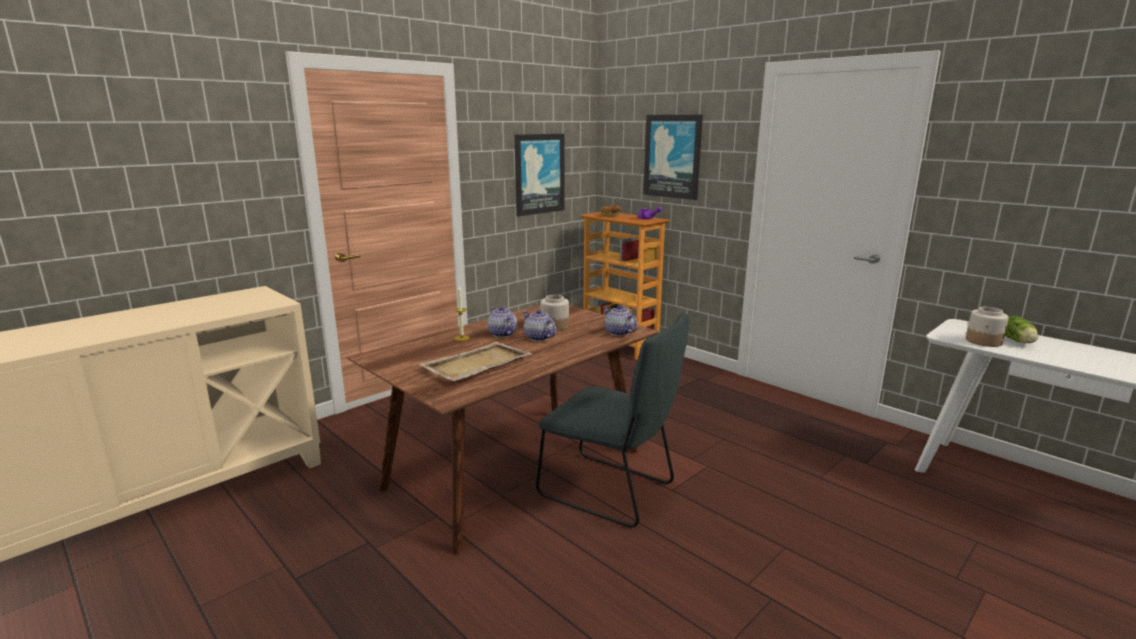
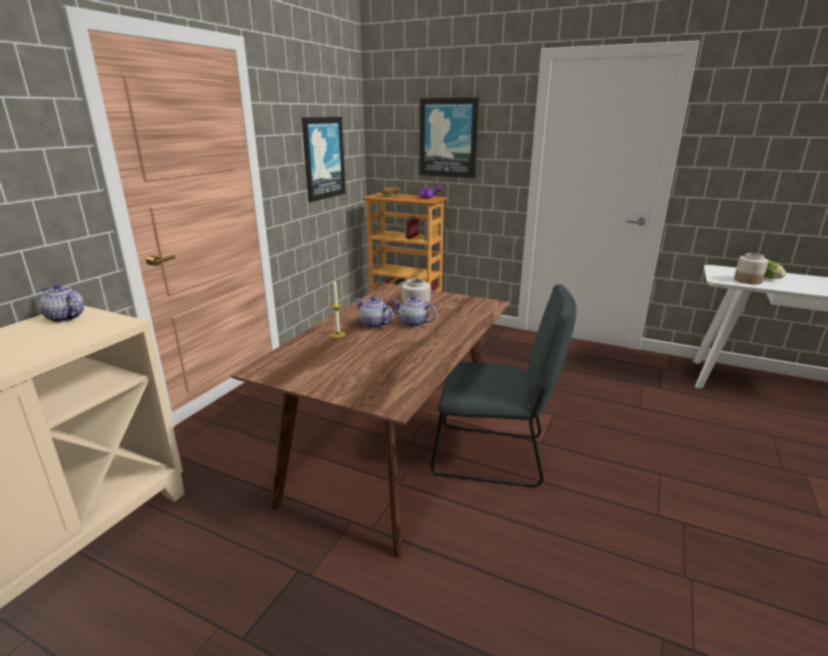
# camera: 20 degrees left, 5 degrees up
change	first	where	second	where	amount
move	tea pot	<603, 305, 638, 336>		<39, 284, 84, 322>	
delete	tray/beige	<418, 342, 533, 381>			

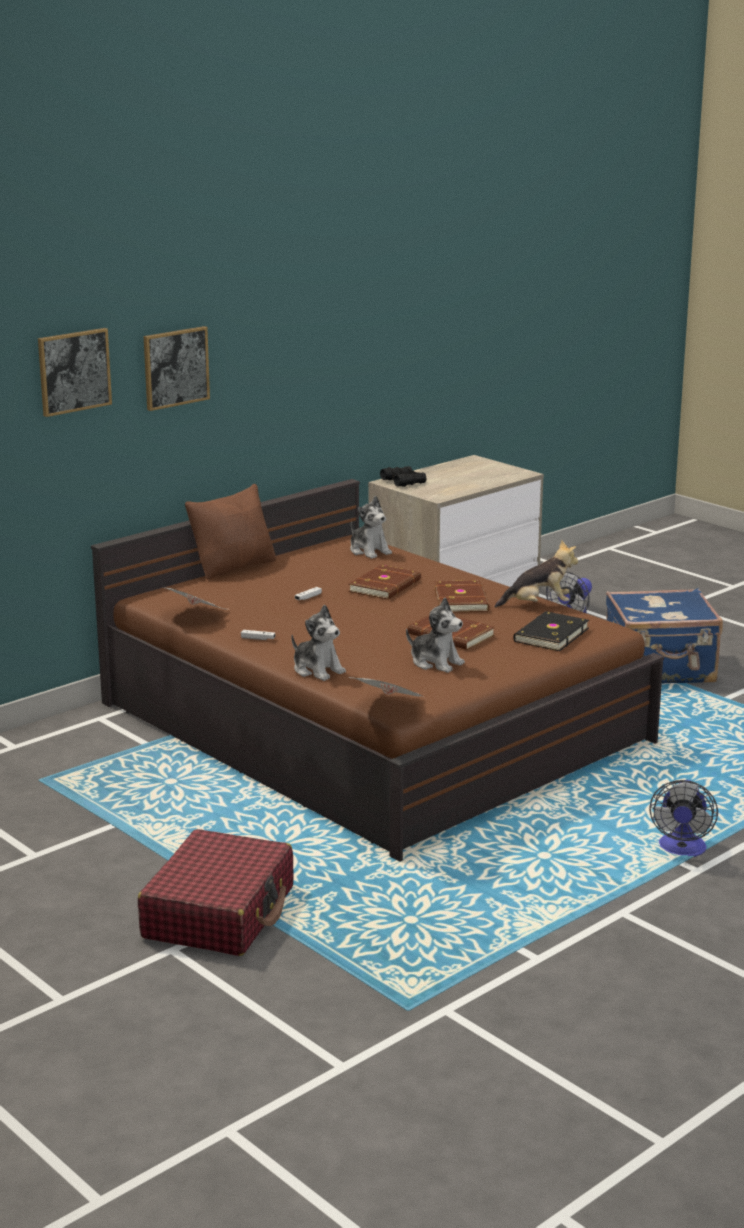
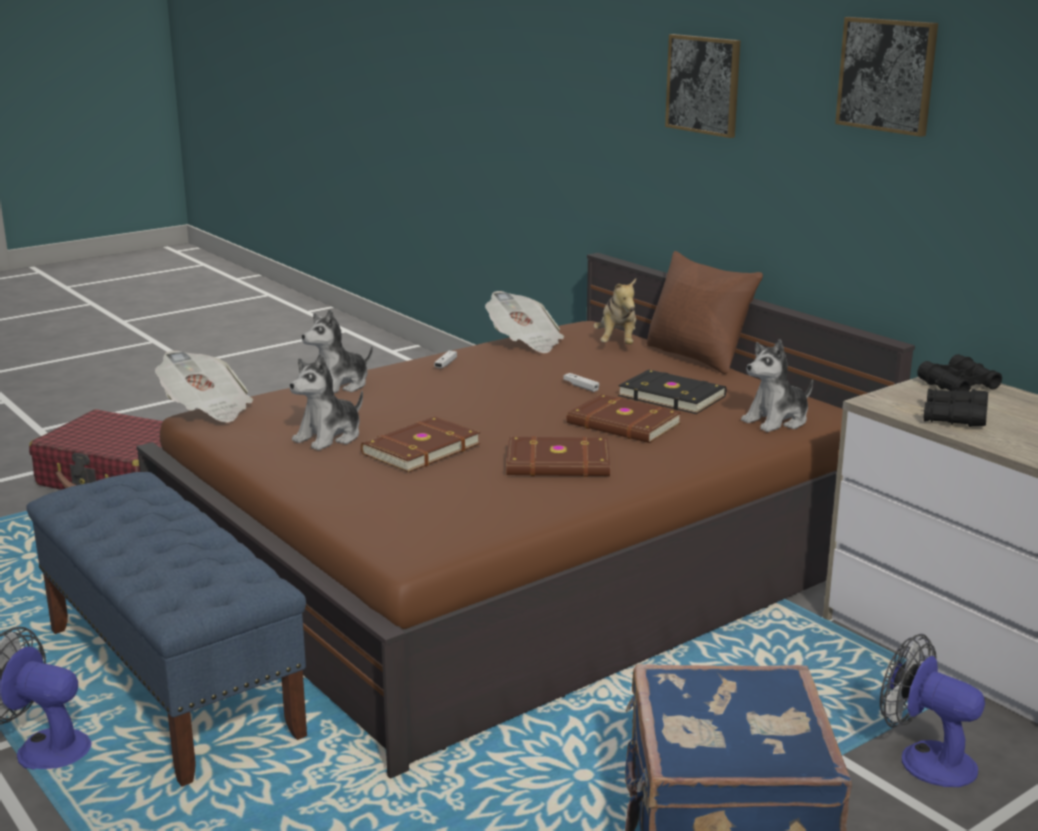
# camera: 95 degrees right, 0 degrees up
change	first	where	second	where	amount
insert			indoor bench/blue	<27, 472, 307, 787>	
move	soft toy	<495, 540, 578, 608>		<593, 279, 636, 344>	
move	volume/black	<513, 611, 589, 651>		<618, 369, 726, 414>	
move	picture	<38, 328, 112, 417>		<835, 17, 938, 137>	
insert			pair of binoculars/black	<924, 389, 988, 427>	

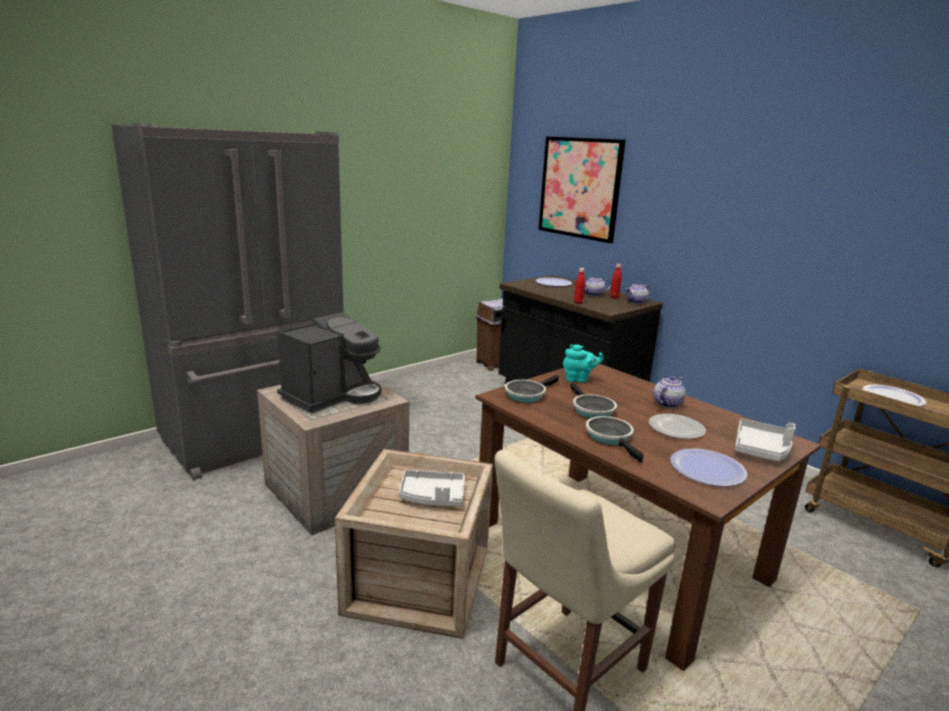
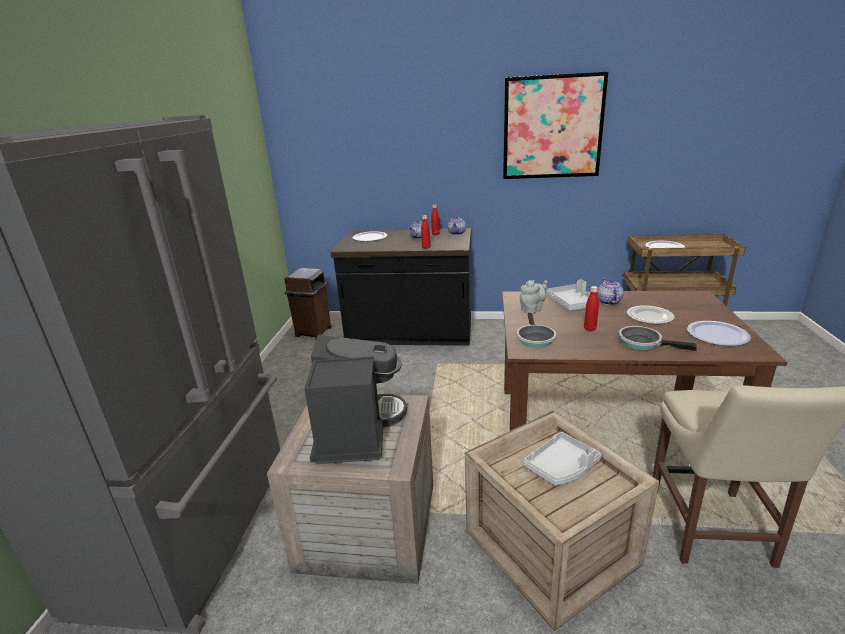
# camera: 40 degrees left, 5 degrees up
change	first	where	second	where	amount
move	picture	<538, 136, 626, 243>		<503, 71, 609, 179>	
recolor	tea pot/blue-green	<563, 344, 604, 382>	tea pot/gray	<520, 280, 547, 314>	
move	tray/gray	<735, 419, 796, 461>		<546, 279, 590, 311>	
replace	frying pan	<570, 382, 617, 419>	drink bottle/red	<584, 286, 599, 331>	

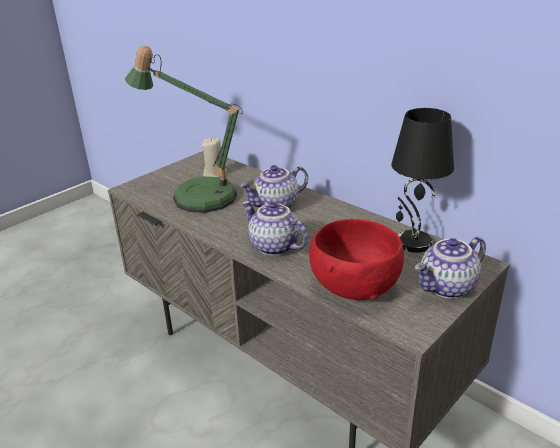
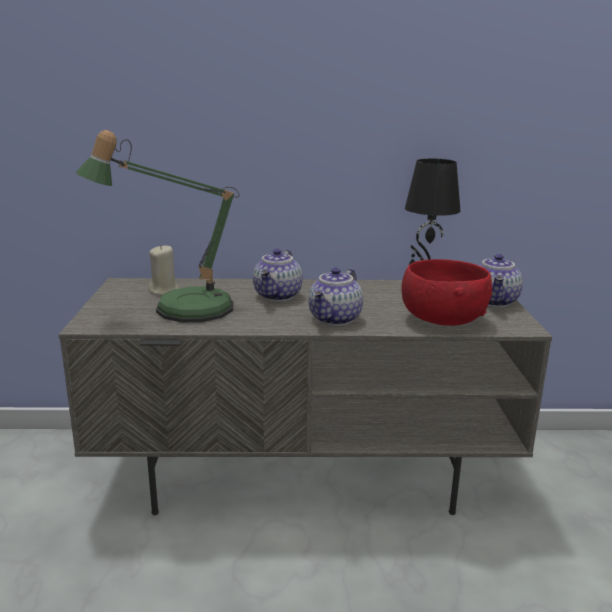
# camera: 45 degrees left, 10 degrees down
change	first	where	second	where	amount
rotate	tea pot	<242, 201, 308, 256>		<308, 268, 363, 326>	60 degrees counterclockwise

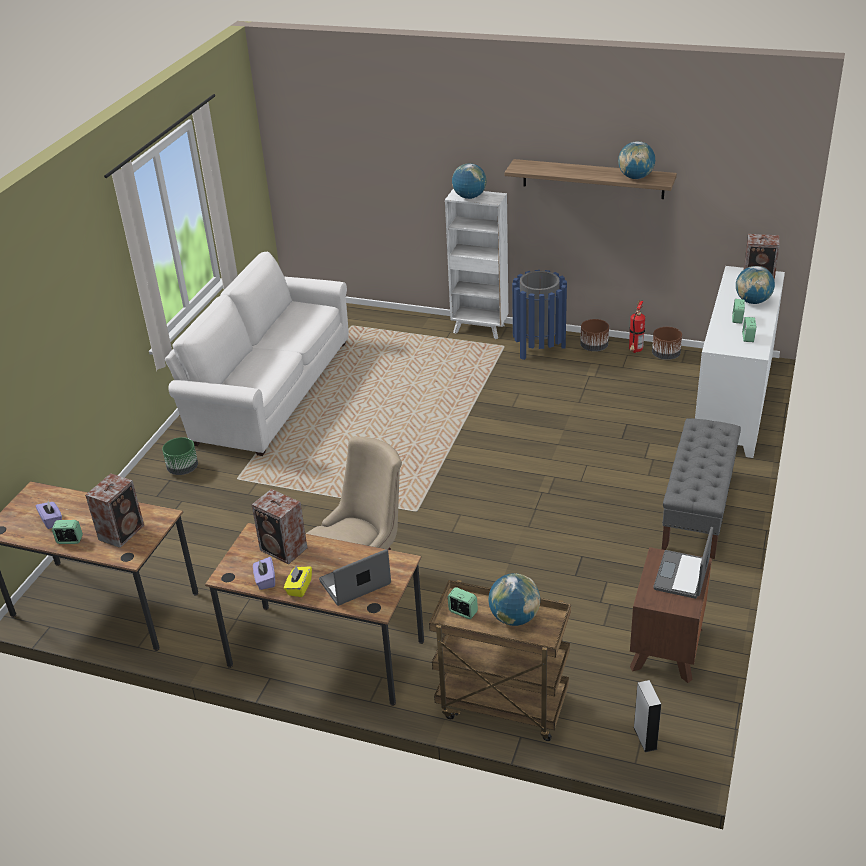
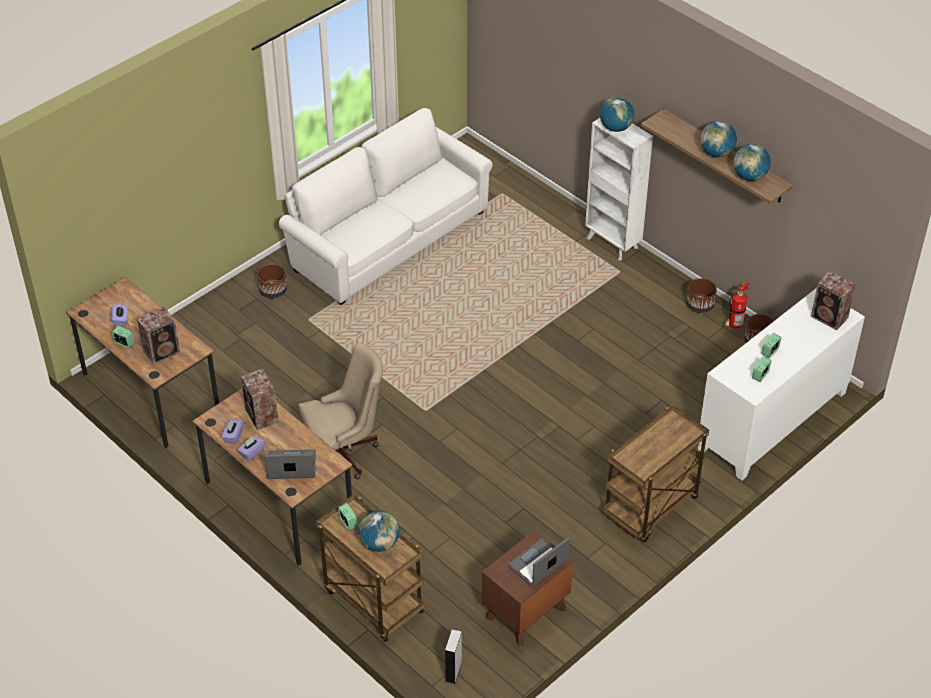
# camera: 25 degrees right, 10 degrees up
change	first	where	second	where	amount
recolor	tissue box/yellow-coloured	<284, 565, 312, 597>	tissue box/purplish	<237, 436, 265, 461>	
recolor	planter/green-coloured	<162, 437, 198, 475>	planter/brown	<257, 264, 287, 299>	
replace	indoor bench/gray	<662, 418, 741, 559>	trolley/brown	<603, 405, 709, 542>	
move	desk globe	<736, 266, 775, 304>		<700, 121, 737, 157>	
delete	waste bin/blue	<512, 270, 567, 360>			

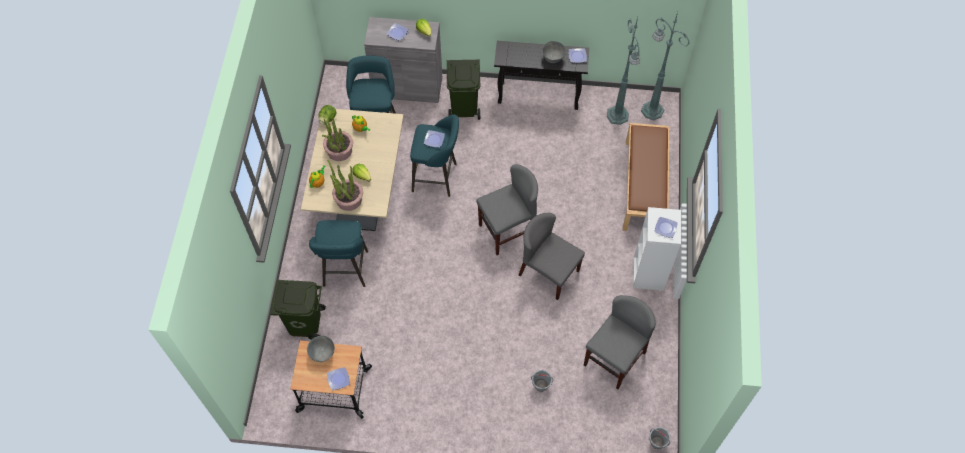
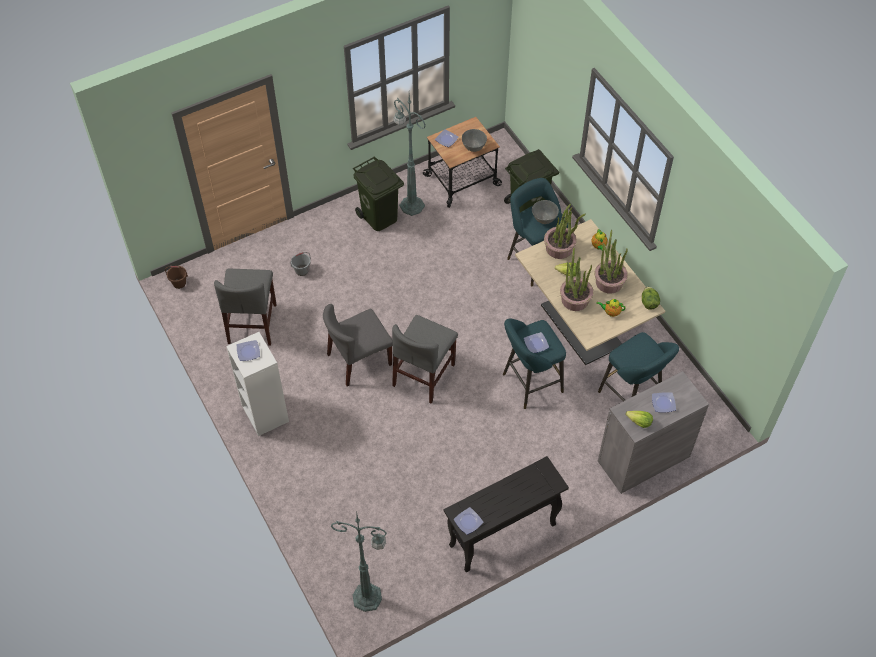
# camera: 145 degrees right, 5 degrees down
change	first	where	second	where	amount
recolor	pail/gray	<649, 427, 670, 449>	pail/brown	<165, 266, 188, 289>	
rotate	upright chair/gray	<519, 213, 585, 300>		<323, 304, 393, 386>	150 degrees clockwise
move	waste bin/green-coloured	<447, 60, 480, 120>		<353, 156, 404, 231>	
move	standard lamp/green-coloured	<607, 17, 640, 125>		<393, 94, 426, 216>	
move	serving bowl/gray	<542, 41, 566, 63>		<532, 200, 559, 224>	
insert			plant in a pot	<560, 248, 593, 311>	
delete	indoor bench/brown	<623, 123, 669, 231>			

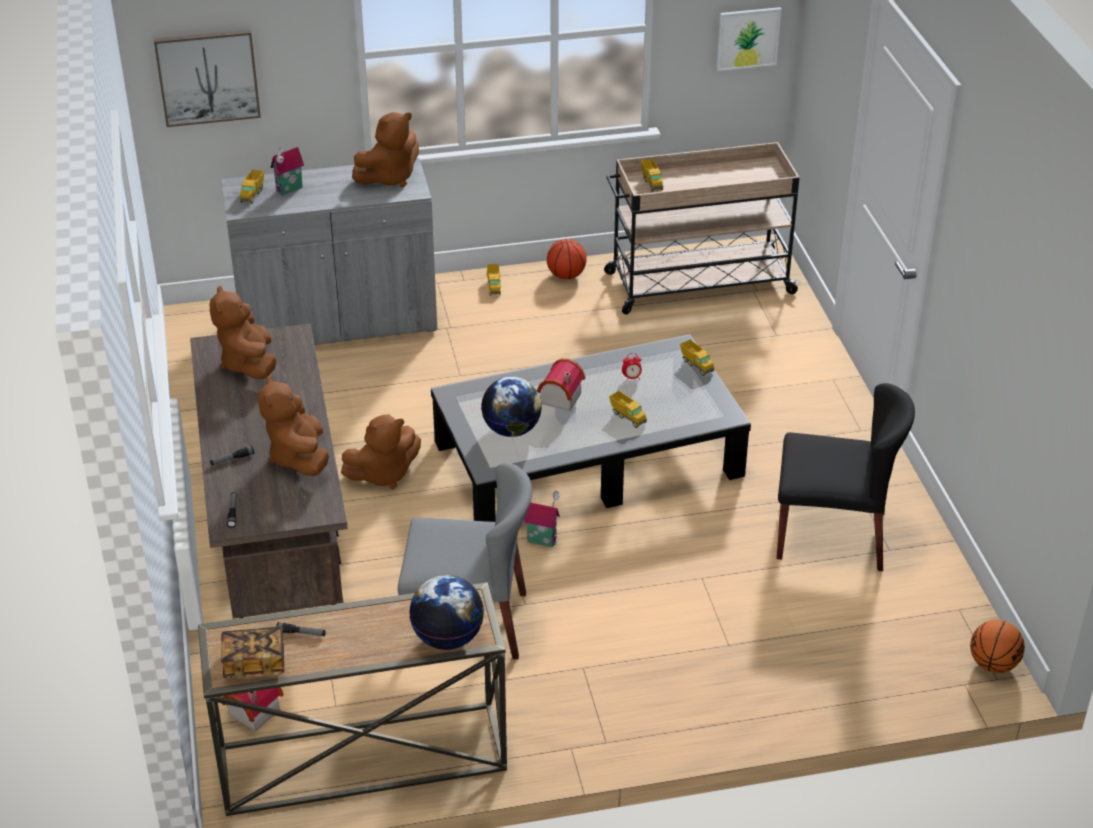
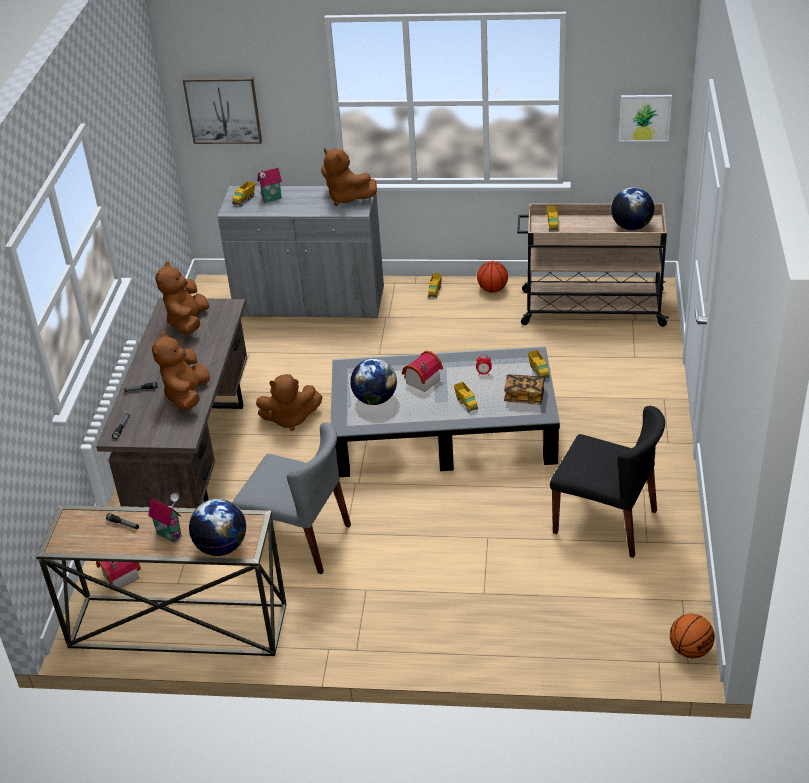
# camera: 20 degrees right, 0 degrees up
change	first	where	second	where	amount
move	miniature house	<524, 491, 560, 547>		<148, 493, 182, 543>	
rotate	soft toy/brown	<352, 112, 419, 187>		<321, 148, 377, 206>	60 degrees clockwise
move	volume	<221, 626, 284, 678>		<504, 375, 545, 404>	
insert			desk globe	<611, 187, 654, 230>	

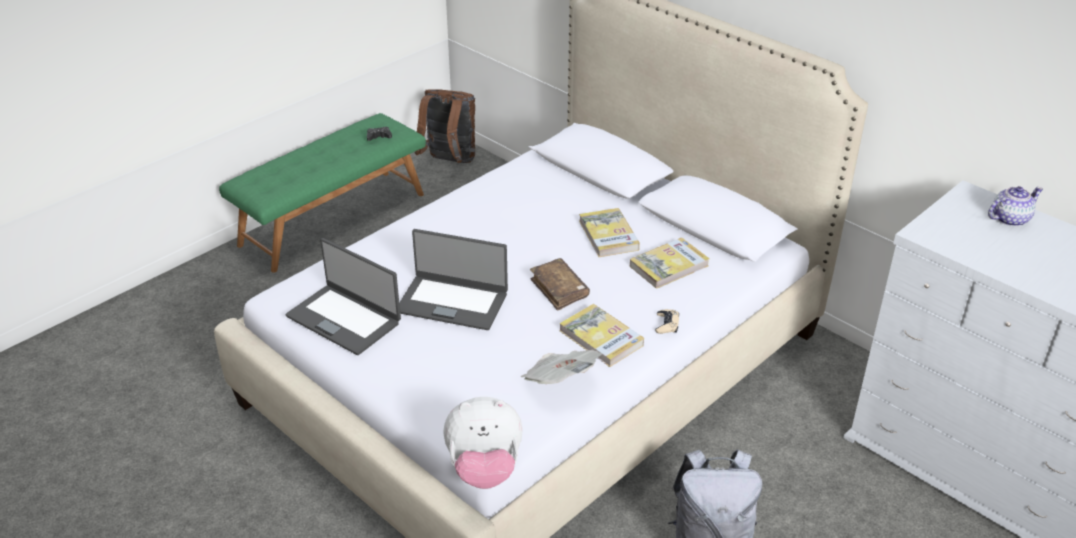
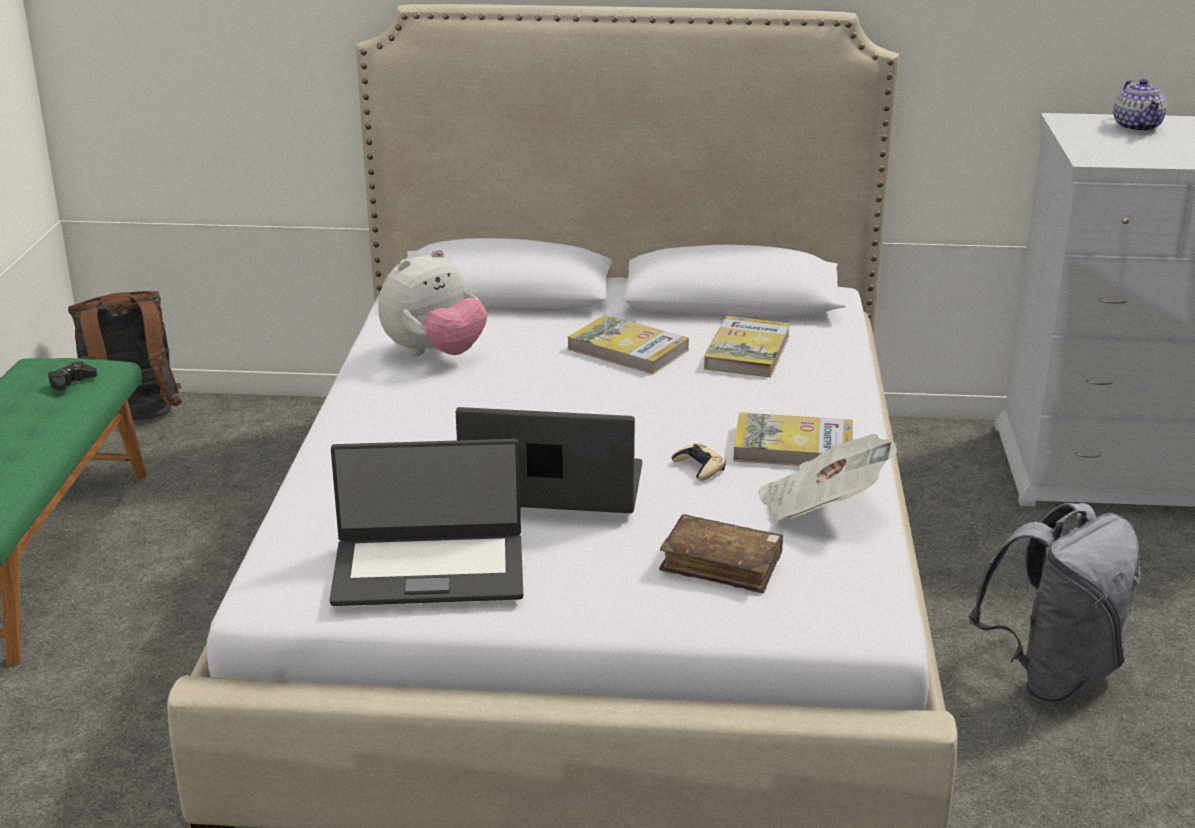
# camera: 40 degrees left, 10 degrees down
change	first	where	second	where	amount
move	soft toy	<443, 397, 523, 489>		<378, 248, 487, 356>	
rotate	portable computer	<399, 229, 508, 330>		<456, 407, 642, 513>	150 degrees counterclockwise
move	volume/brown	<530, 258, 590, 311>		<659, 514, 784, 594>	
move	gamepad/beige	<655, 309, 679, 334>		<672, 443, 726, 481>	
rotate	tea pot	<988, 186, 1043, 226>		<1113, 79, 1167, 132>	150 degrees clockwise

